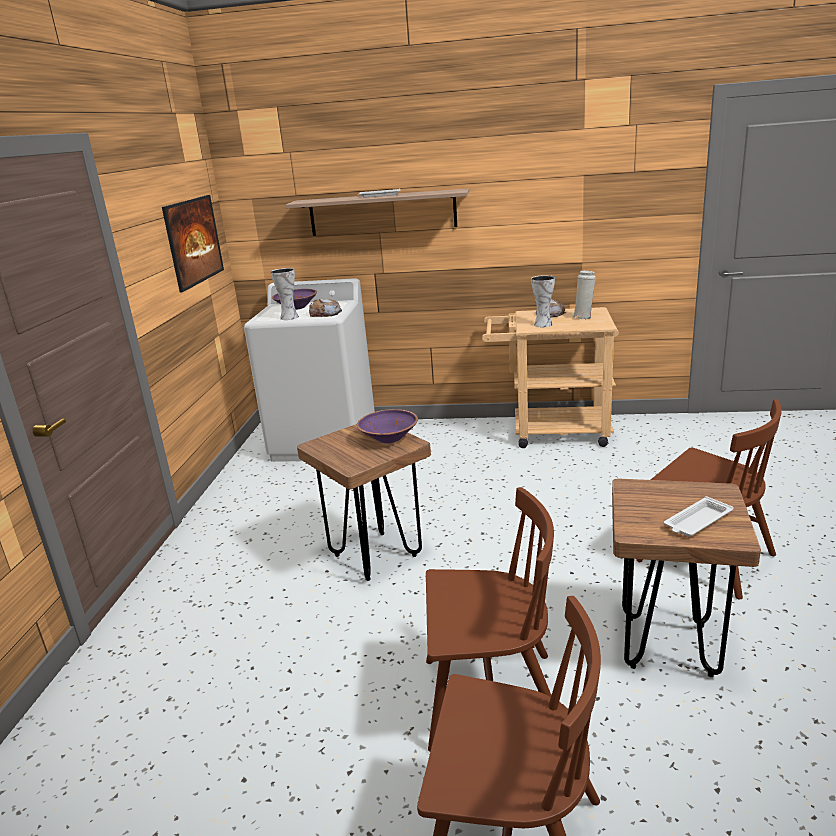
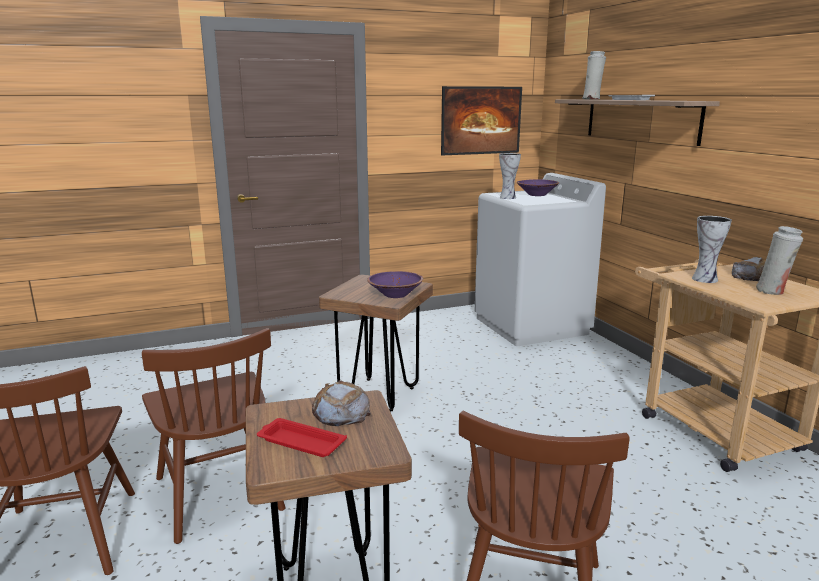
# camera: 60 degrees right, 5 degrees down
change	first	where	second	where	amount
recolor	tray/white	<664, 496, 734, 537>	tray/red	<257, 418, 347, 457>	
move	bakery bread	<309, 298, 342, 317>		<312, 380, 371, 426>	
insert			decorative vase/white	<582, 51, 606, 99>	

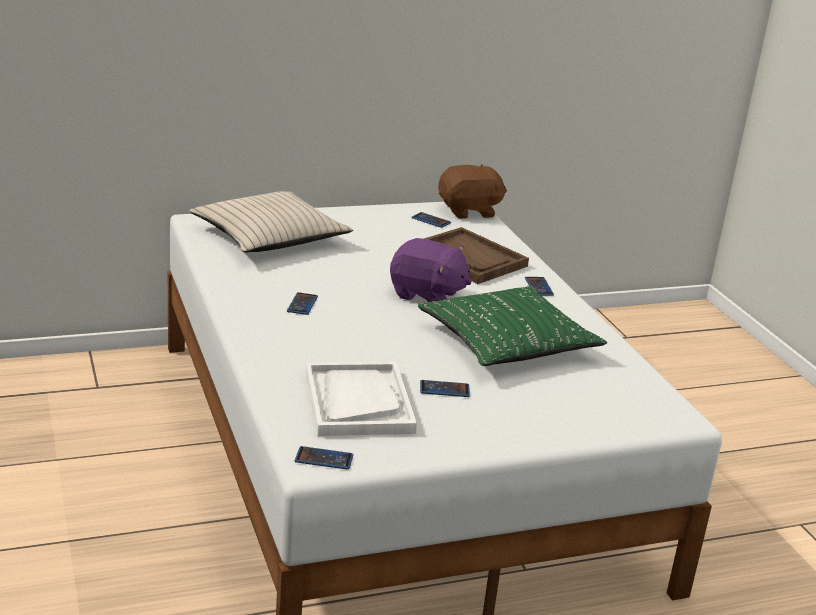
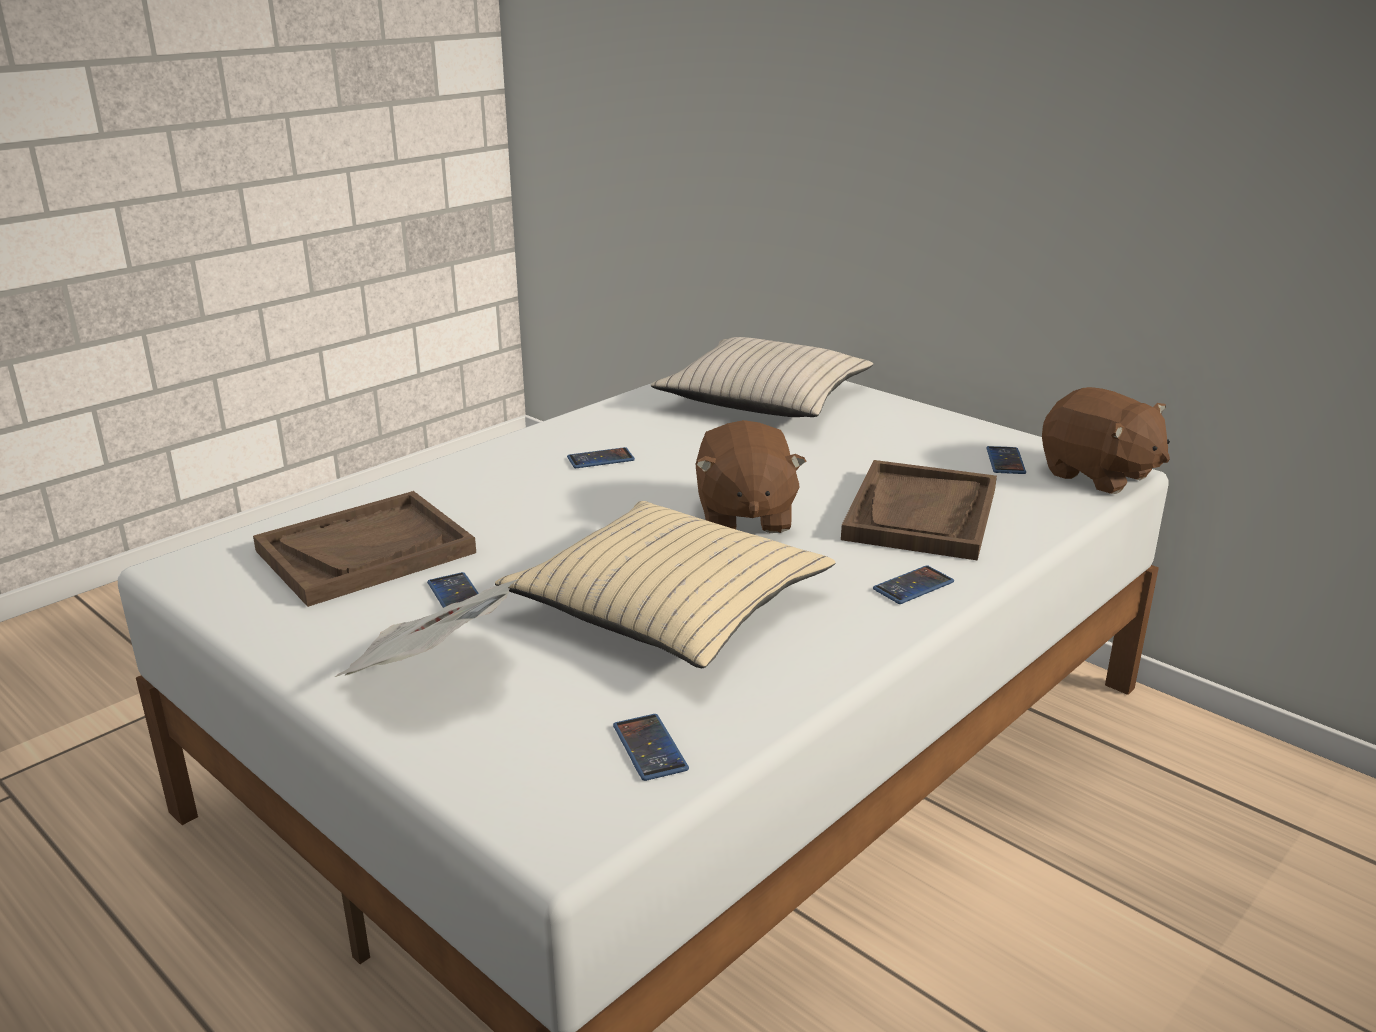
# camera: 65 degrees right, 0 degrees up
change	first	where	second	where	amount
recolor	tray/white	<306, 362, 417, 436>	tray/brown	<253, 491, 476, 607>	
insert			newspaper	<335, 579, 519, 677>	
recolor	throw pillow/green-coloured	<418, 286, 607, 366>	throw pillow/beige	<495, 501, 836, 668>	
move	telephone	<295, 446, 354, 470>		<613, 714, 689, 781>	
recolor	soft toy/purplish	<390, 238, 471, 302>	soft toy/brown	<695, 420, 806, 533>	

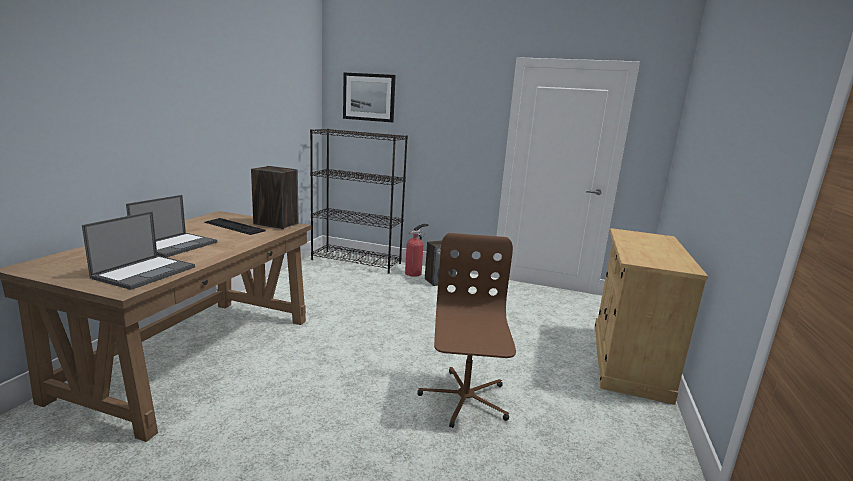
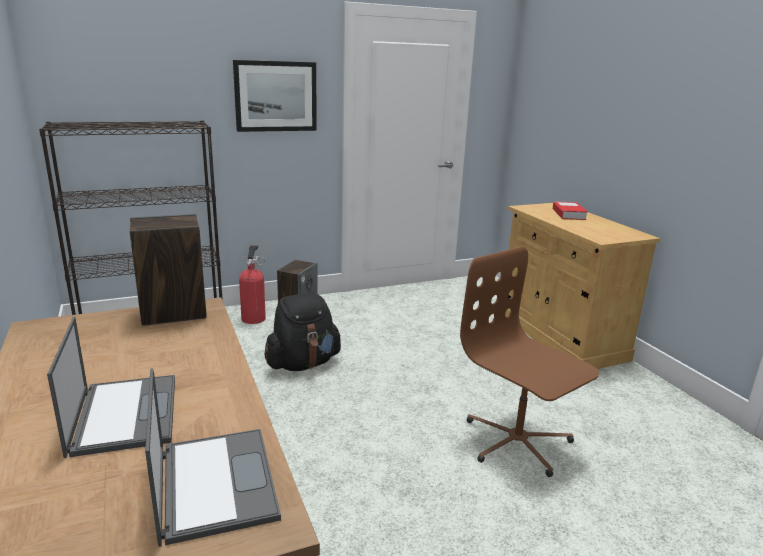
# camera: 40 degrees left, 5 degrees up
change	first	where	second	where	amount
move	picture	<343, 73, 396, 122>		<233, 60, 317, 132>	
insert			rucksack/black	<265, 293, 341, 371>	
insert			volume	<553, 201, 588, 220>	
delete	computer keyboard	<204, 218, 266, 235>			

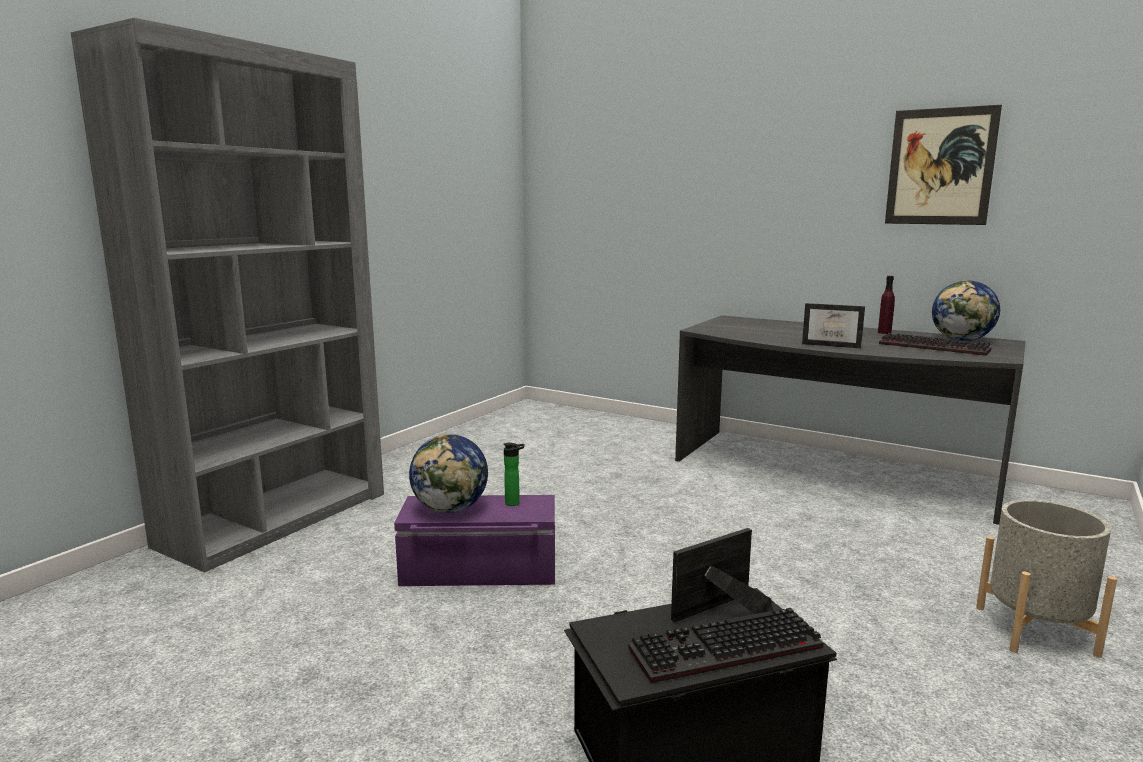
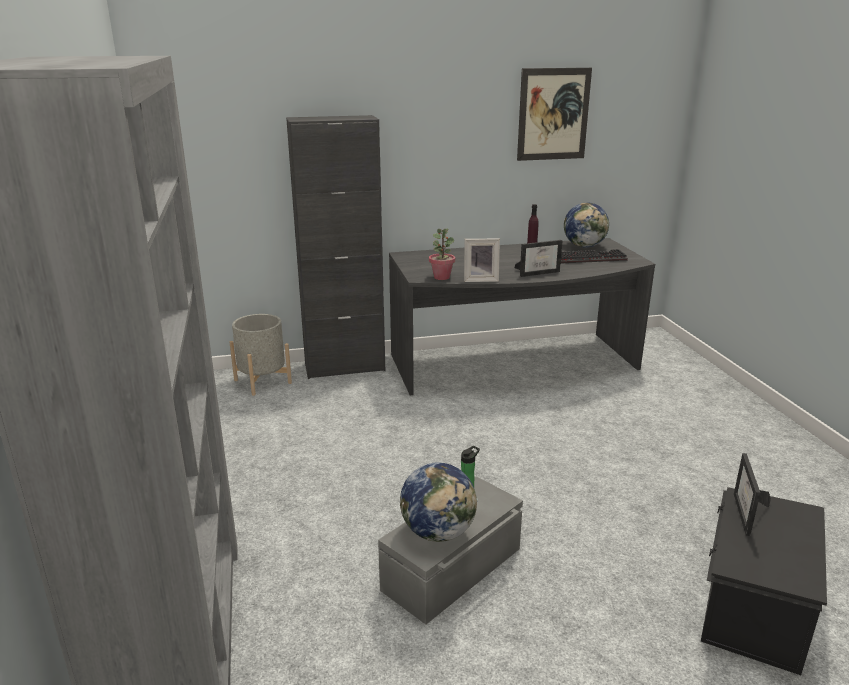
# camera: 45 degrees left, 10 degrees up
change	first	where	second	where	amount
move	planter/gray	<976, 500, 1117, 658>		<230, 314, 292, 396>	
insert			storage cabinet/black	<286, 115, 385, 379>	
recolor	storage container/purplish	<394, 495, 555, 586>	storage container/gray	<378, 476, 523, 625>	
insert			plant in a pot	<429, 228, 455, 280>	
insert			picture frame	<464, 239, 500, 282>	
delete	computer keyboard	<629, 608, 824, 683>			

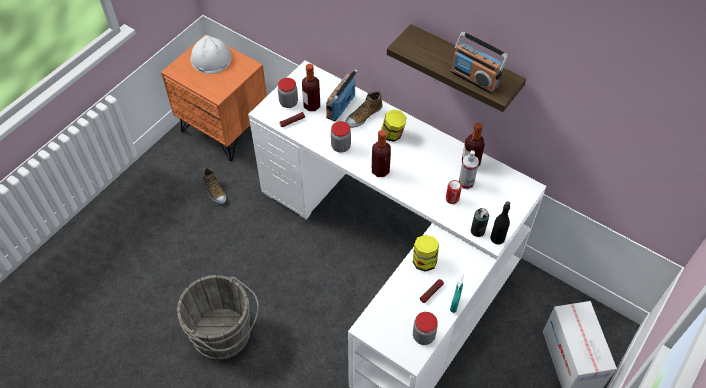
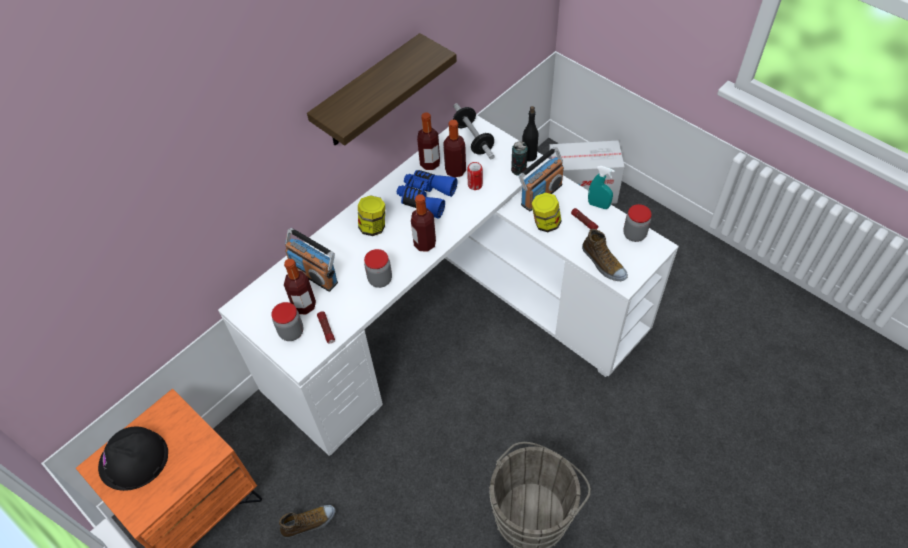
# camera: 80 degrees left, 0 degrees up
change	first	where	second	where	amount
recolor	work helmet/white	<190, 35, 232, 74>	work helmet/black	<98, 427, 168, 491>	
insert			pair of binoculars/blue	<397, 170, 458, 219>	
replace	hand sprayer	<459, 150, 479, 189>	drink bottle	<443, 120, 466, 178>	
insert			dumbbell	<453, 103, 495, 159>	
move	radio set	<451, 32, 508, 94>		<519, 147, 564, 211>	
move	low shoe	<345, 91, 383, 128>		<582, 229, 628, 281>	

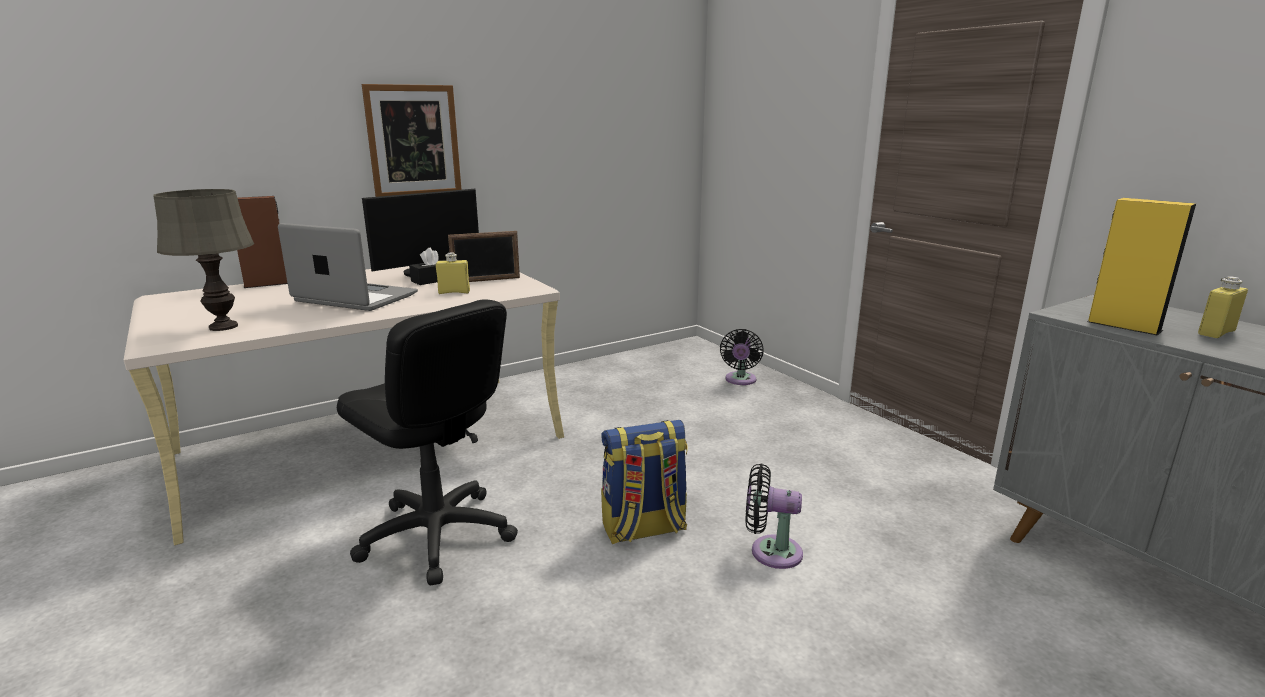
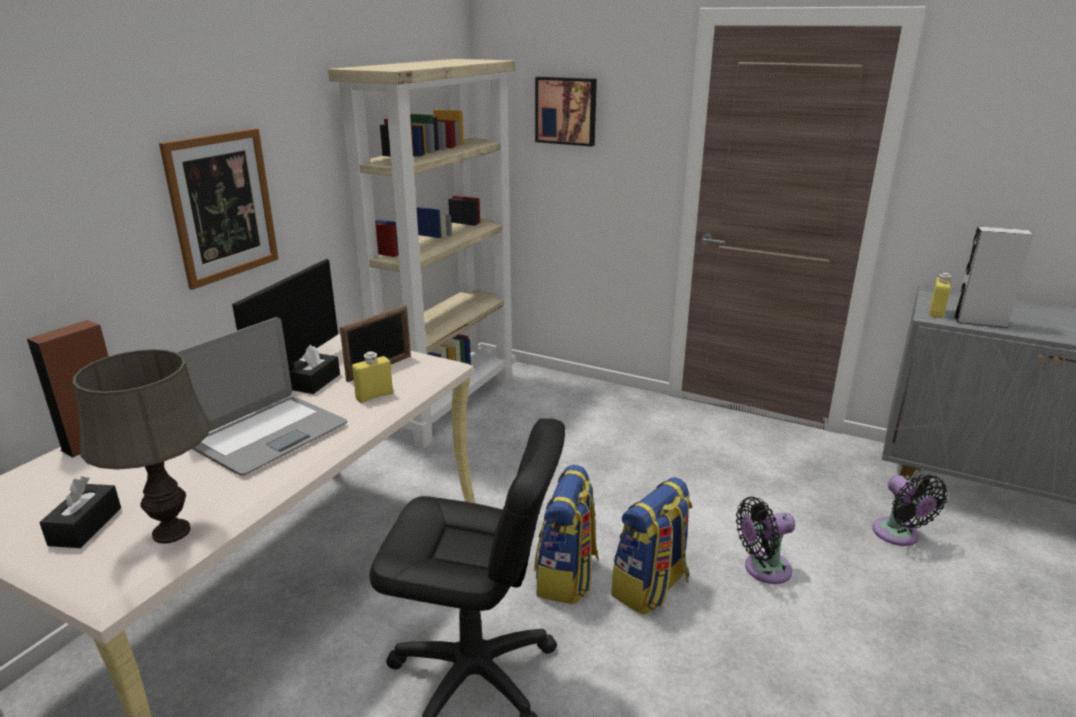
# camera: 30 degrees left, 5 degrees up
change	first	where	second	where	amount
insert			tissue box/black	<39, 476, 121, 548>	
rotate	portable computer	<278, 223, 418, 311>		<177, 317, 347, 475>	135 degrees clockwise
insert			bookcase/beige	<328, 59, 515, 449>	
insert			rucksack	<534, 465, 599, 604>	
insert			picture	<535, 77, 597, 147>	
move	cooling fan/black	<720, 329, 763, 385>		<872, 475, 948, 546>	
move	drink bottle/yellow-coloured	<1198, 276, 1248, 338>		<929, 273, 952, 318>	
recolor	speaker/yellow-coloured	<1087, 198, 1196, 336>	speaker/gray	<954, 226, 1034, 328>	

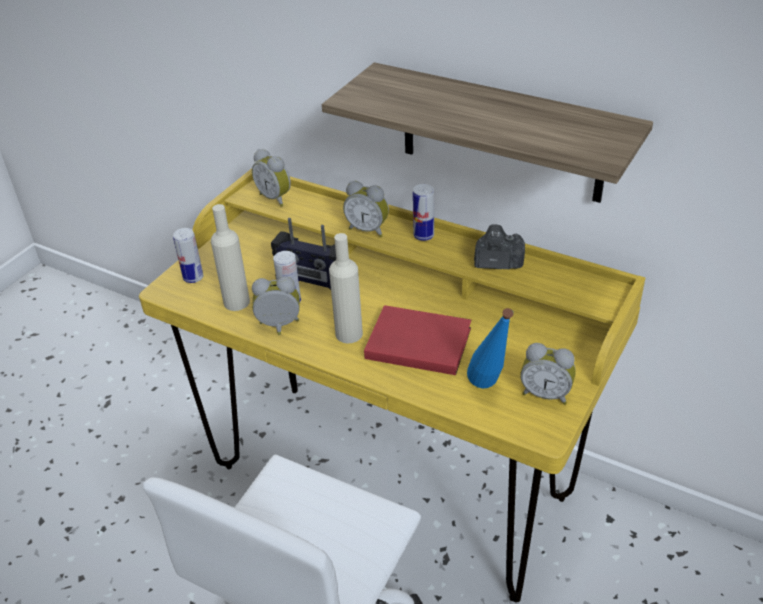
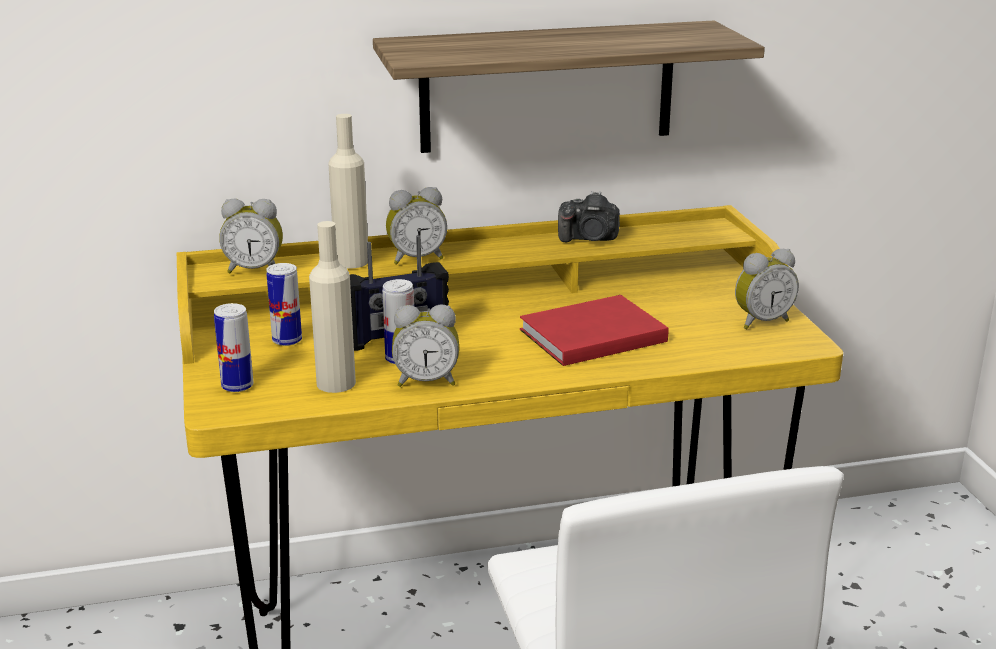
# camera: 45 degrees left, 15 degrees down
change	first	where	second	where	amount
move	metal can	<413, 184, 434, 241>		<266, 263, 302, 346>	
move	drink bottle/beige	<329, 233, 363, 343>		<328, 114, 368, 269>	
rotate	bedside clock	<252, 276, 300, 335>		<392, 304, 459, 387>	135 degrees counterclockwise
rotate	still camera	<474, 225, 525, 270>		<558, 191, 620, 242>	135 degrees counterclockwise
delete	drink bottle/blue	<467, 308, 514, 388>			

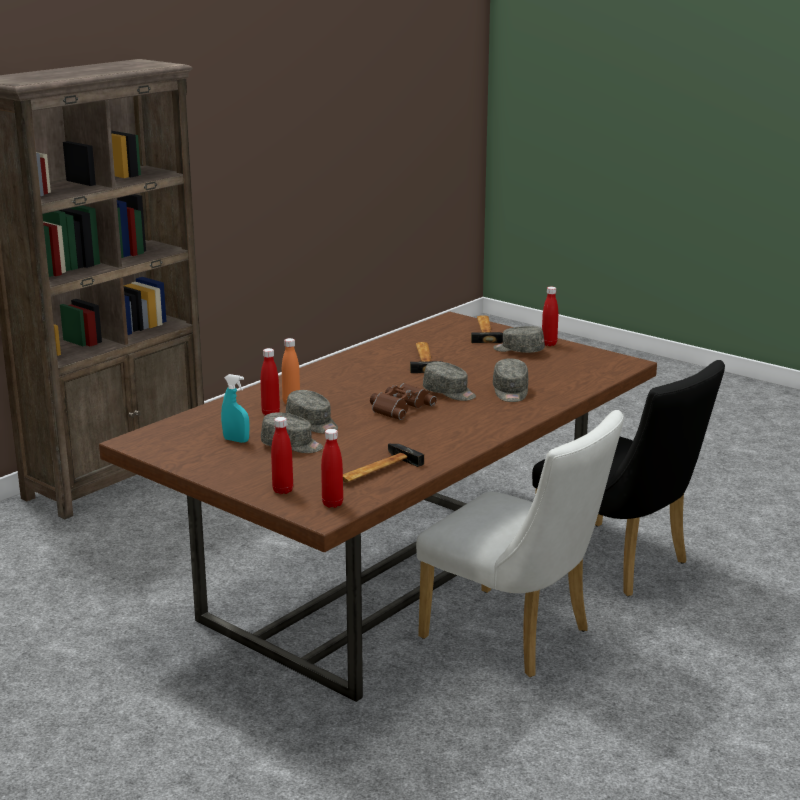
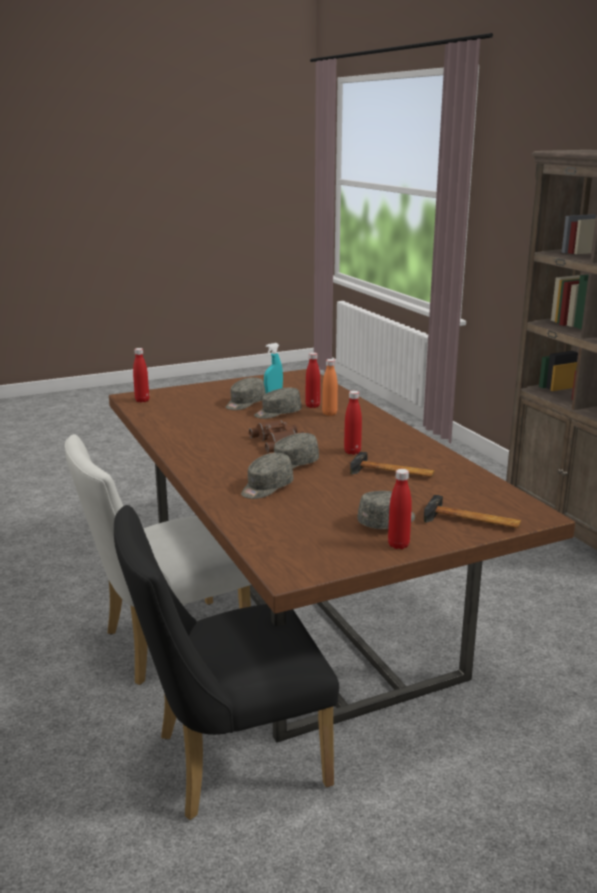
# camera: 115 degrees right, 0 degrees up
change	first	where	second	where	amount
rotate	peaked cap/gray	<493, 358, 528, 402>		<241, 453, 293, 499>	75 degrees counterclockwise
move	drink bottle/red	<271, 417, 293, 494>		<344, 391, 362, 455>	
delete	tool hammer	<343, 444, 424, 482>			

